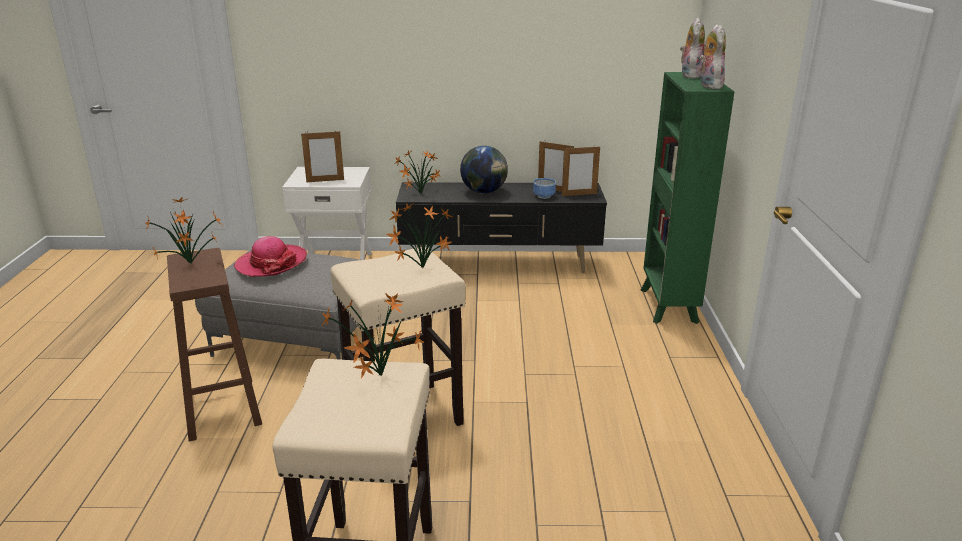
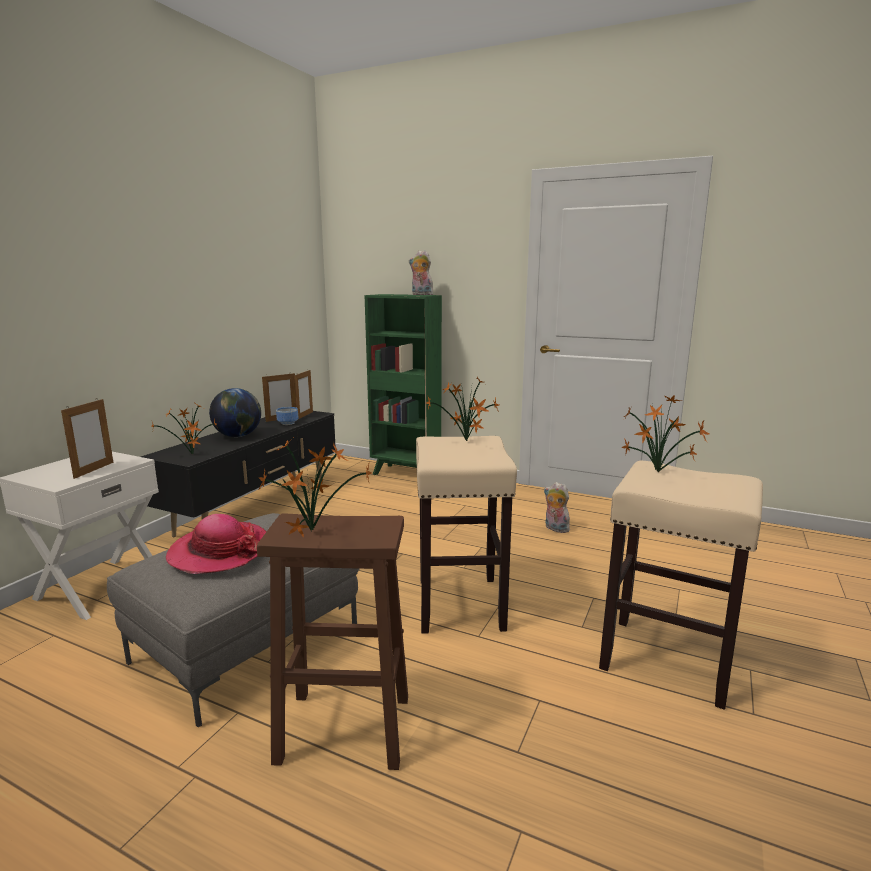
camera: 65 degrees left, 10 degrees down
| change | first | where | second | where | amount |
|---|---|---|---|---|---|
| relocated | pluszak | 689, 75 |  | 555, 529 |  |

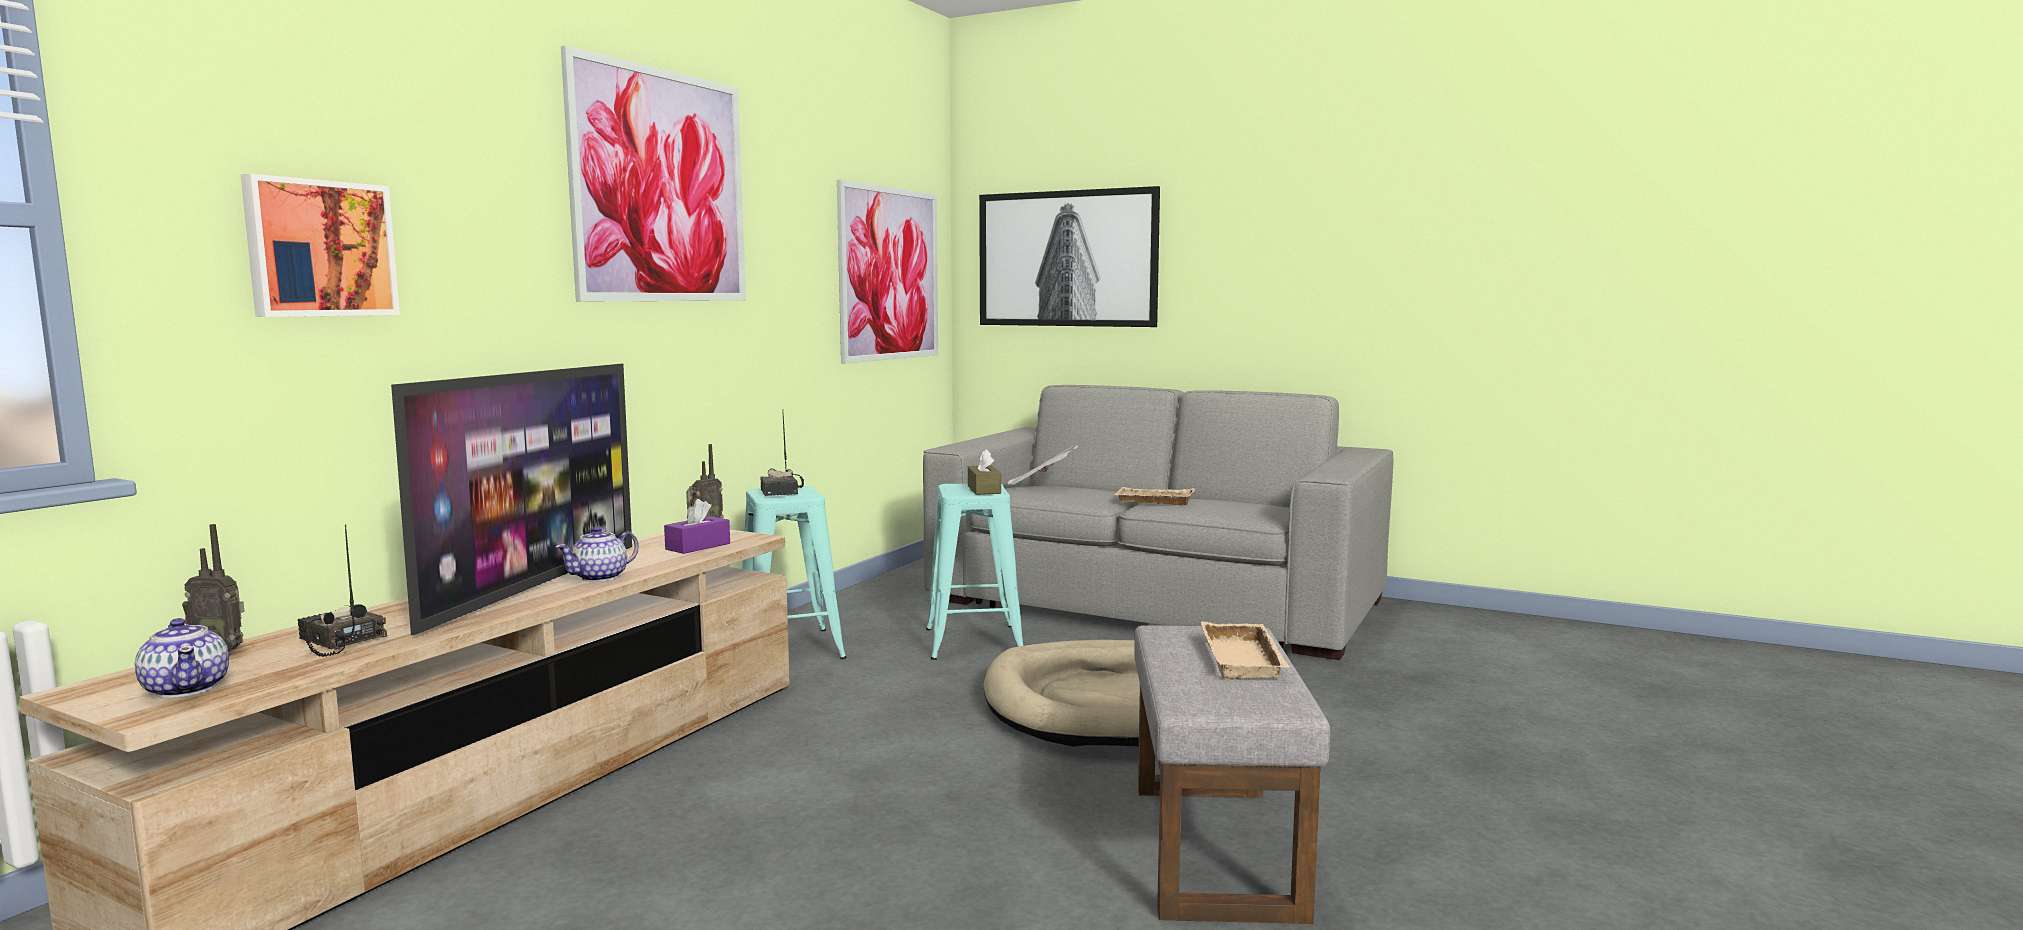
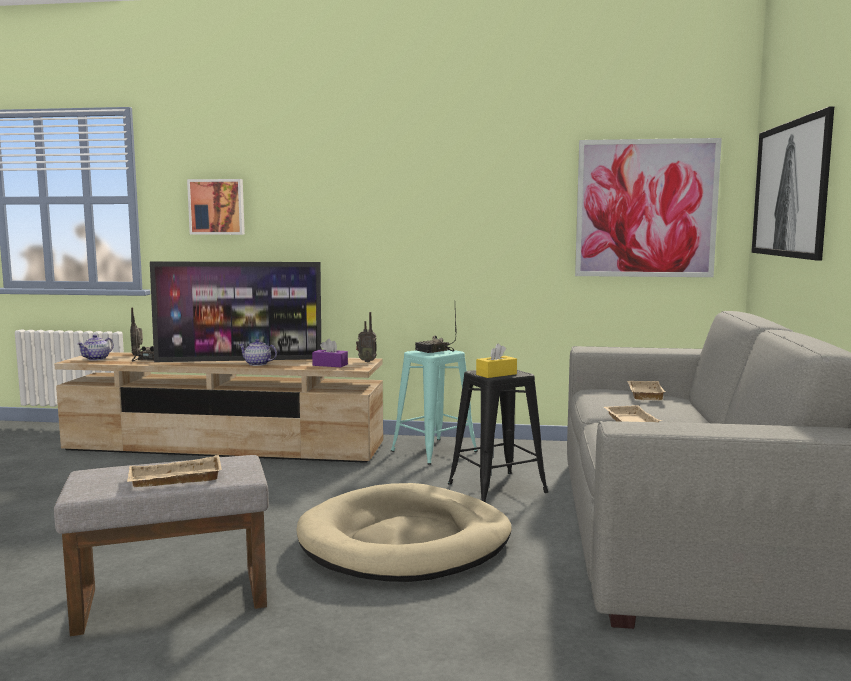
camera: 70 degrees right, 0 degrees up
| change | first | where | second | where | amount |
|---|---|---|---|---|---|
| missing | obraz | 660, 186 |  |  |  |
| exchanged | gazeta | 1040, 485 | taca (beżowy) | 643, 394 |  |
| colour | pudełko chusteczek (brązowy) | 984, 490 | pudełko chusteczek (żółty) | 496, 374 |  |
| colour | stołek (turkusowy) | 973, 642 | stołek (czarny) | 497, 488 |  |

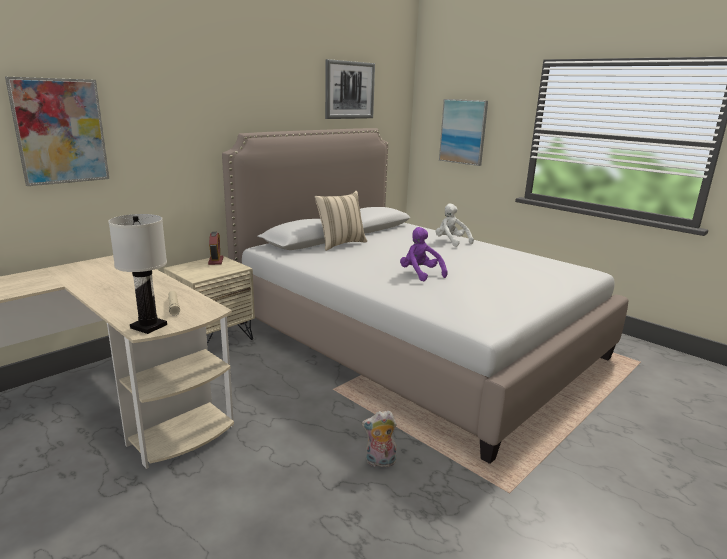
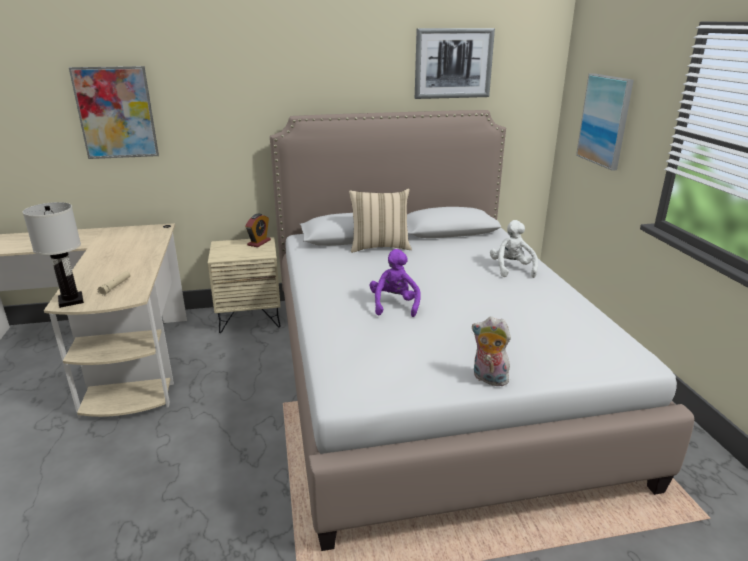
camera: 35 degrees right, 5 degrees up
| change | first | where | second | where | amount |
|---|---|---|---|---|---|
| relocated | pluszak | 379, 462 |  | 488, 379 |  |

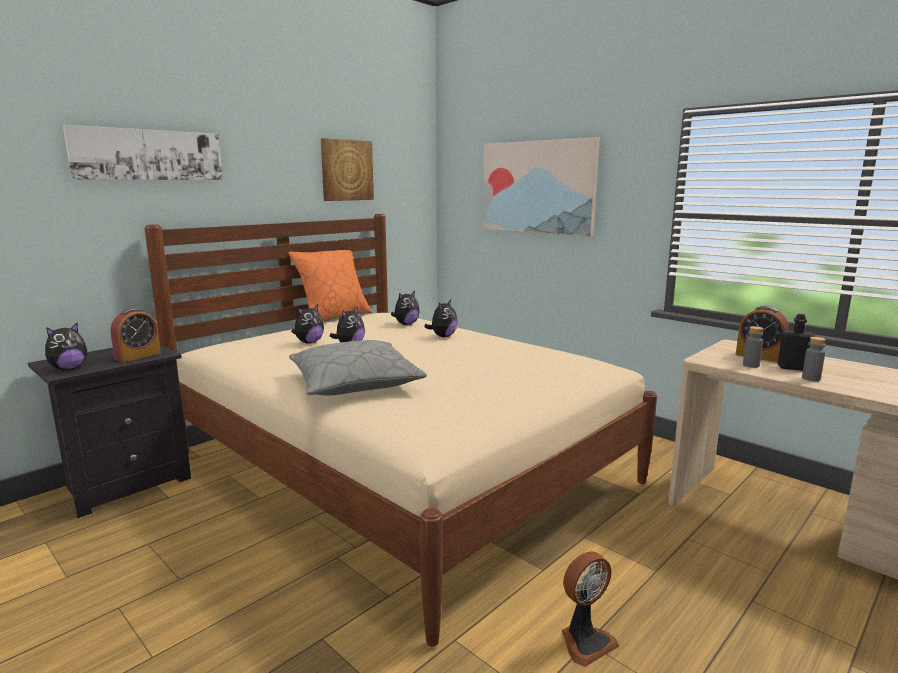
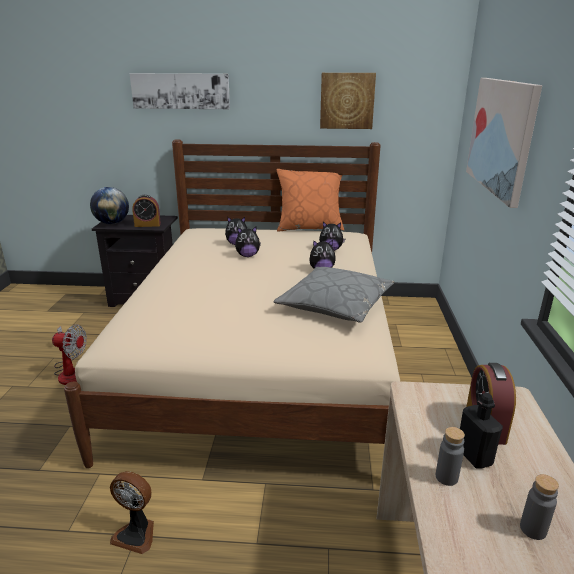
camera: 50 degrees right, 10 degrees up
| change | first | where | second | where | amount |
|---|---|---|---|---|---|
| exchanged | pluszak | 68, 368 | globus | 112, 223 |  |
| relocated | butelka (szary) | 751, 365 |  | 533, 529 |  |
| relocated | poduszka (szary) | 354, 382 |  | 335, 304 |  |
| appeared |  |  | wentylator | 71, 371 |  |

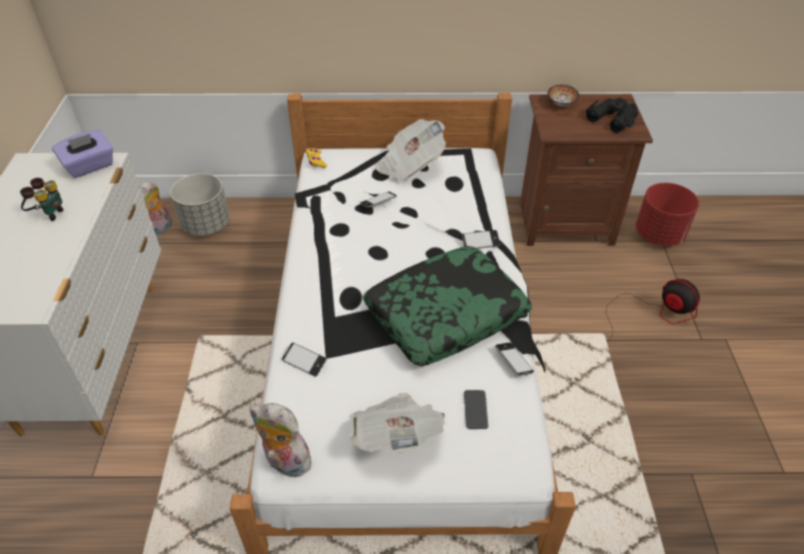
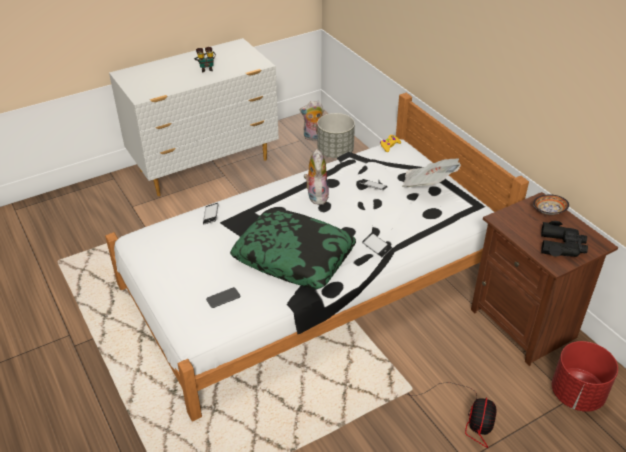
camera: 60 degrees right, 5 degrees down
| change | first | where | second | where | amount |
|---|---|---|---|---|---|
| missing | pudełko chusteczek (fioletowy) | 90, 166 |  |  |  |
| missing | telefon | 513, 361 |  |  |  |
| missing | gazeta | 396, 435 |  |  |  |
| relocated | pluszak | 285, 462 |  | 316, 196 |  |

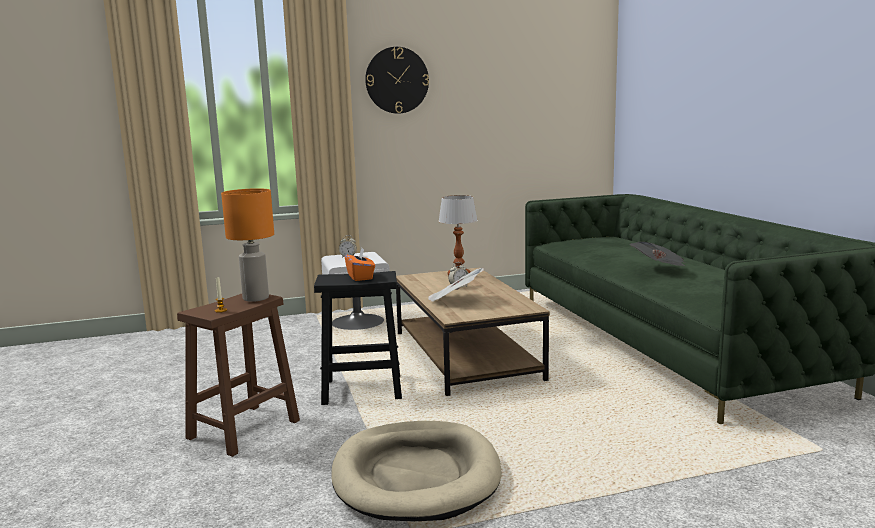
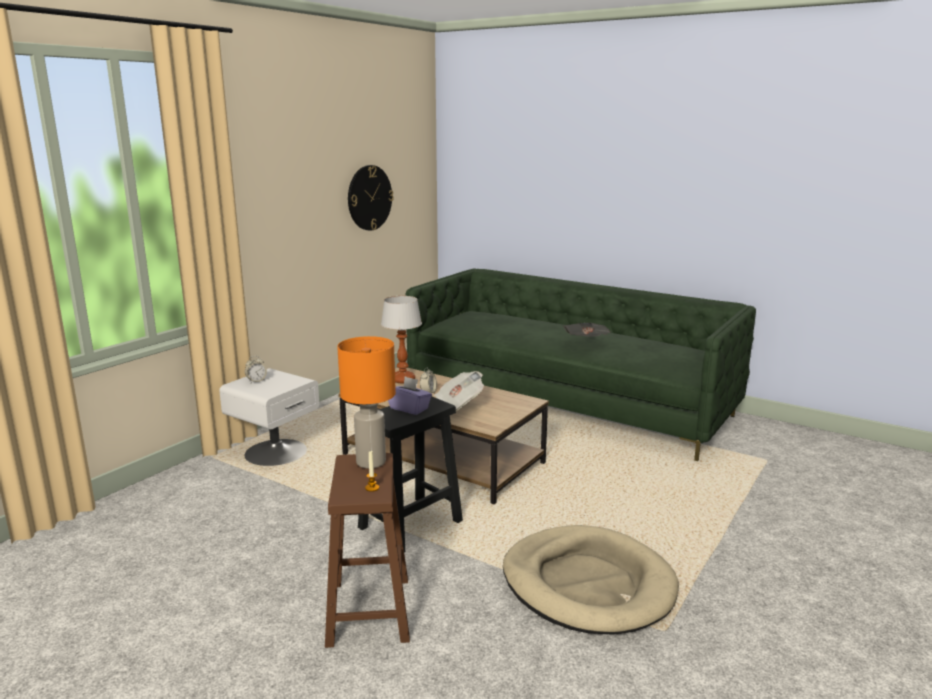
camera: 40 degrees left, 5 degrees up
| change | first | where | second | where | amount |
|---|---|---|---|---|---|
| relocated | zegar ścienny | 397, 80 |  | 369, 198 |  |
| colour | pudełko chusteczek (pomarańczowy) | 360, 277 | pudełko chusteczek (fioletowy) | 409, 408 |  |

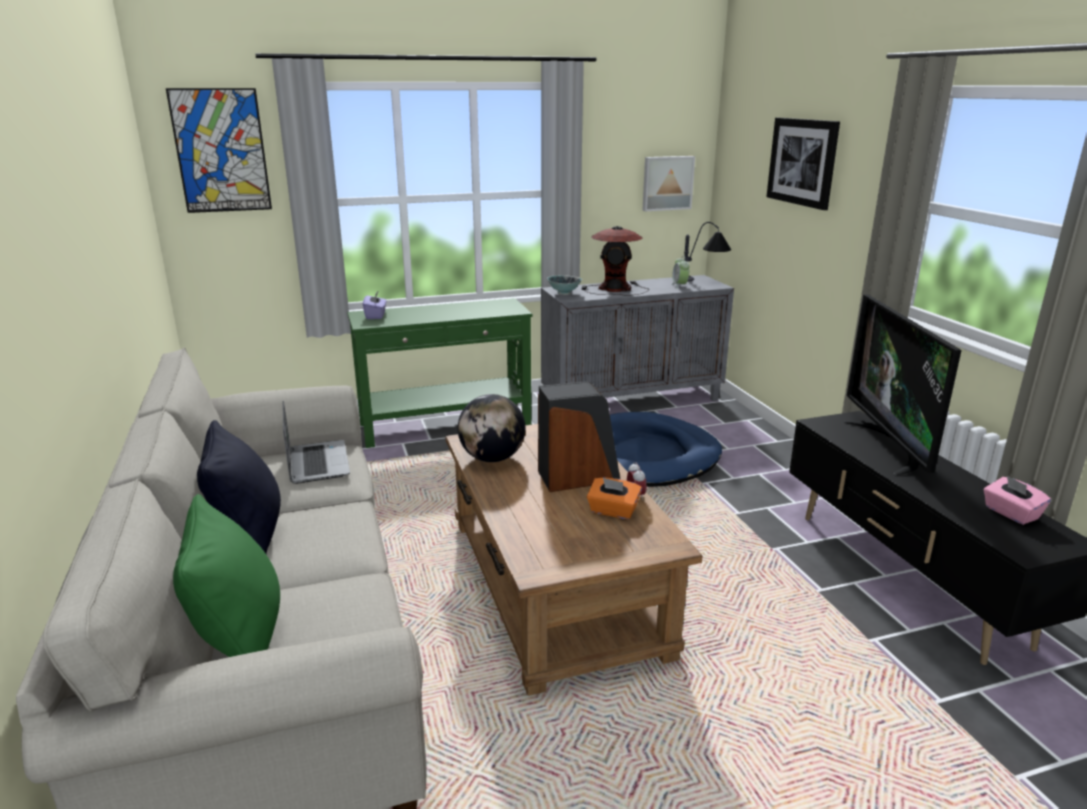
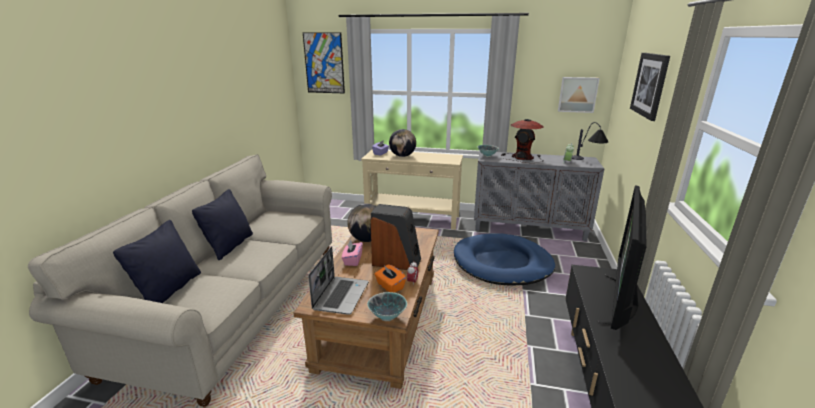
camera: 30 degrees right, 0 degrees up
| change | first | where | second | where | amount |
|---|---|---|---|---|---|
| colour | stolik konsolowy (zielony) | 446, 425 | stolik konsolowy (beżowy) | 413, 218 |  |
| relocated | laptop | 317, 463 |  | 341, 295 |  |
| relocated | pudełko chusteczek (różowy) | 1010, 513 |  | 352, 260 |  |
| colour | poduszka (zielony) | 240, 636 | poduszka (czarny) | 169, 290 |  |
| appeared |  |  | globus | 402, 156 |  |
| appeared |  |  | miska | 387, 317 |  |

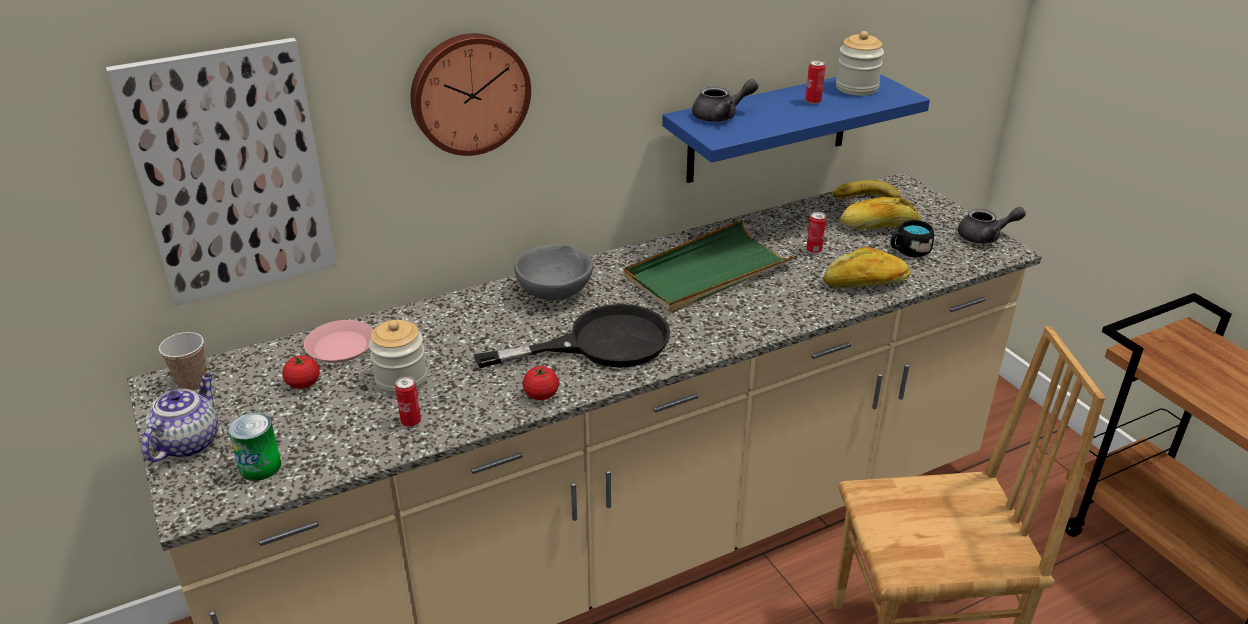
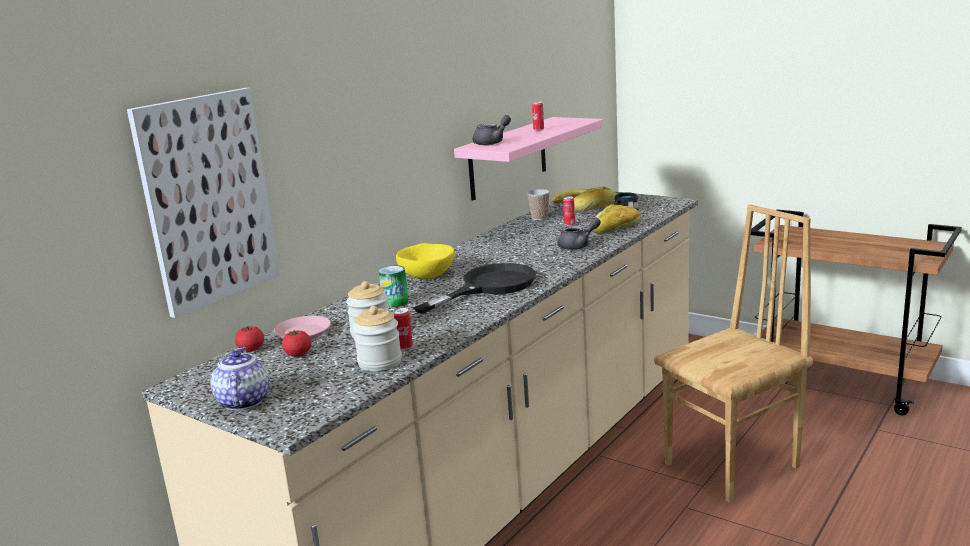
camera: 25 degrees left, 15 degrees down
| change | first | where | second | where | amount |
|---|---|---|---|---|---|
| relocated | słoik | 856, 88 |  | 380, 362 |  |
| missing | zegar ścienny | 469, 93 |  |  |  |
| colour | półka (niebieski) | 768, 127 | półka (różowy) | 508, 158 |  |
| relocated | imbryk (szary) | 985, 237 |  | 578, 246 |  |
| missing | taca (zielony) | 708, 272 |  |  |  |
| colour | miska (szary) | 555, 292 | miska (żółty) | 427, 276 |  |
| relocated | filiżanka | 192, 383 |  | 539, 218 |  |
| relocated | pomidor | 541, 395 |  | 251, 349 |  |
| relocated | puszka | 260, 466 |  | 395, 302 |  |

